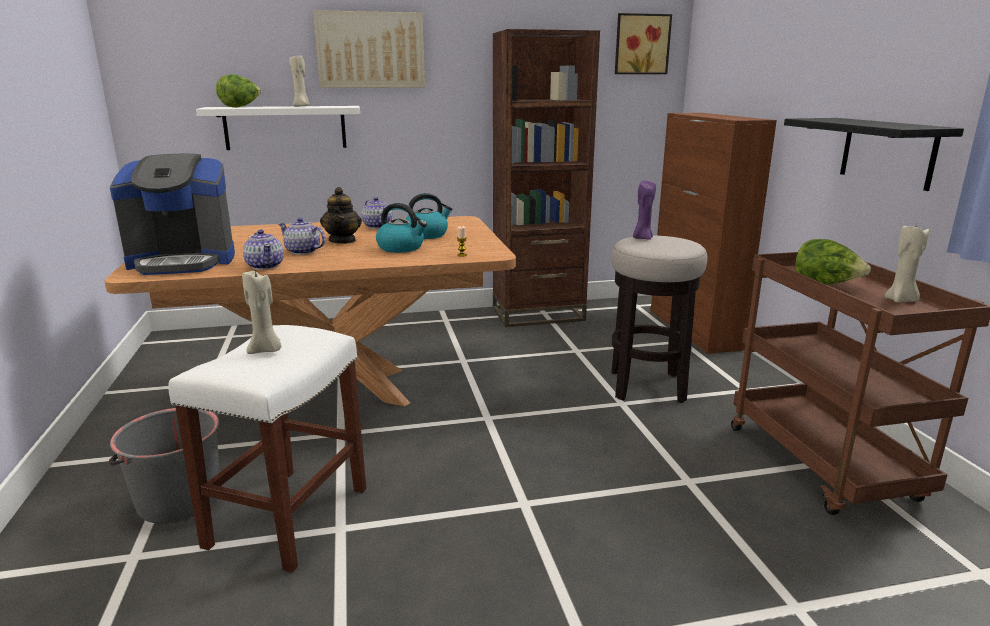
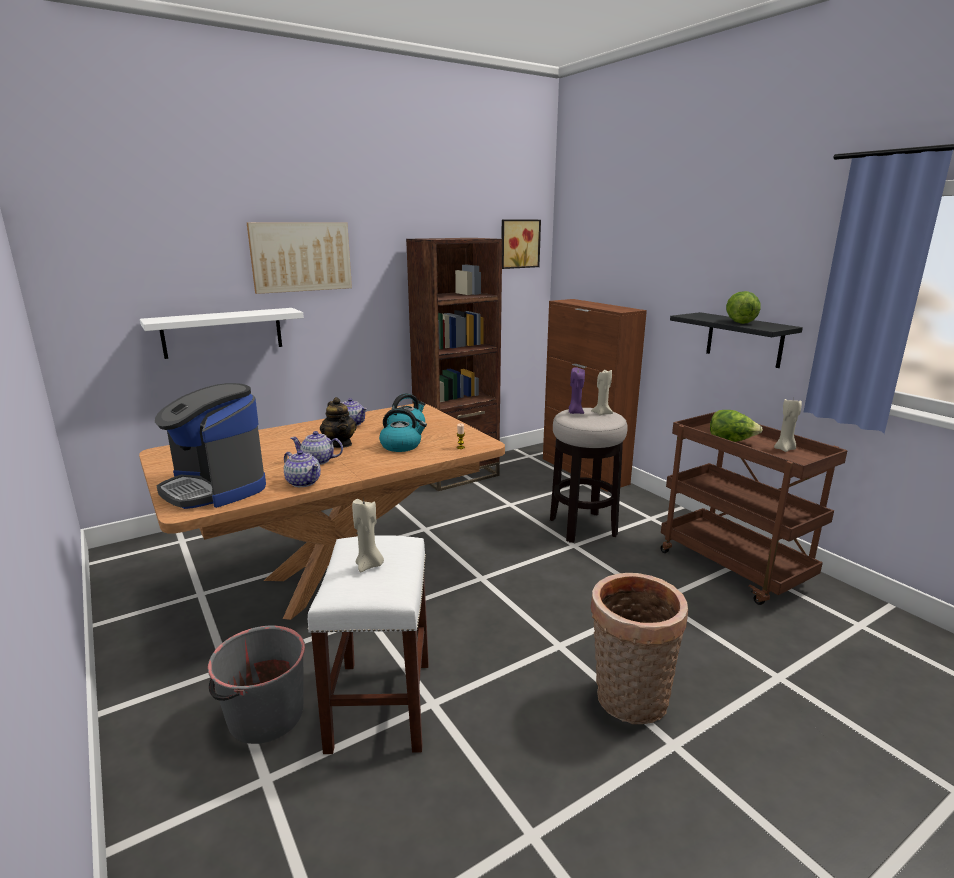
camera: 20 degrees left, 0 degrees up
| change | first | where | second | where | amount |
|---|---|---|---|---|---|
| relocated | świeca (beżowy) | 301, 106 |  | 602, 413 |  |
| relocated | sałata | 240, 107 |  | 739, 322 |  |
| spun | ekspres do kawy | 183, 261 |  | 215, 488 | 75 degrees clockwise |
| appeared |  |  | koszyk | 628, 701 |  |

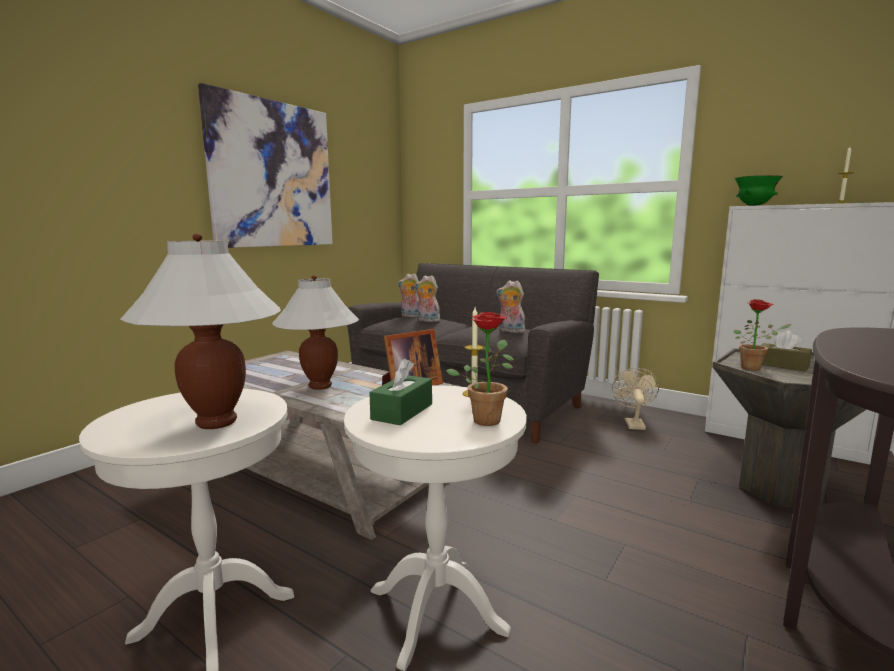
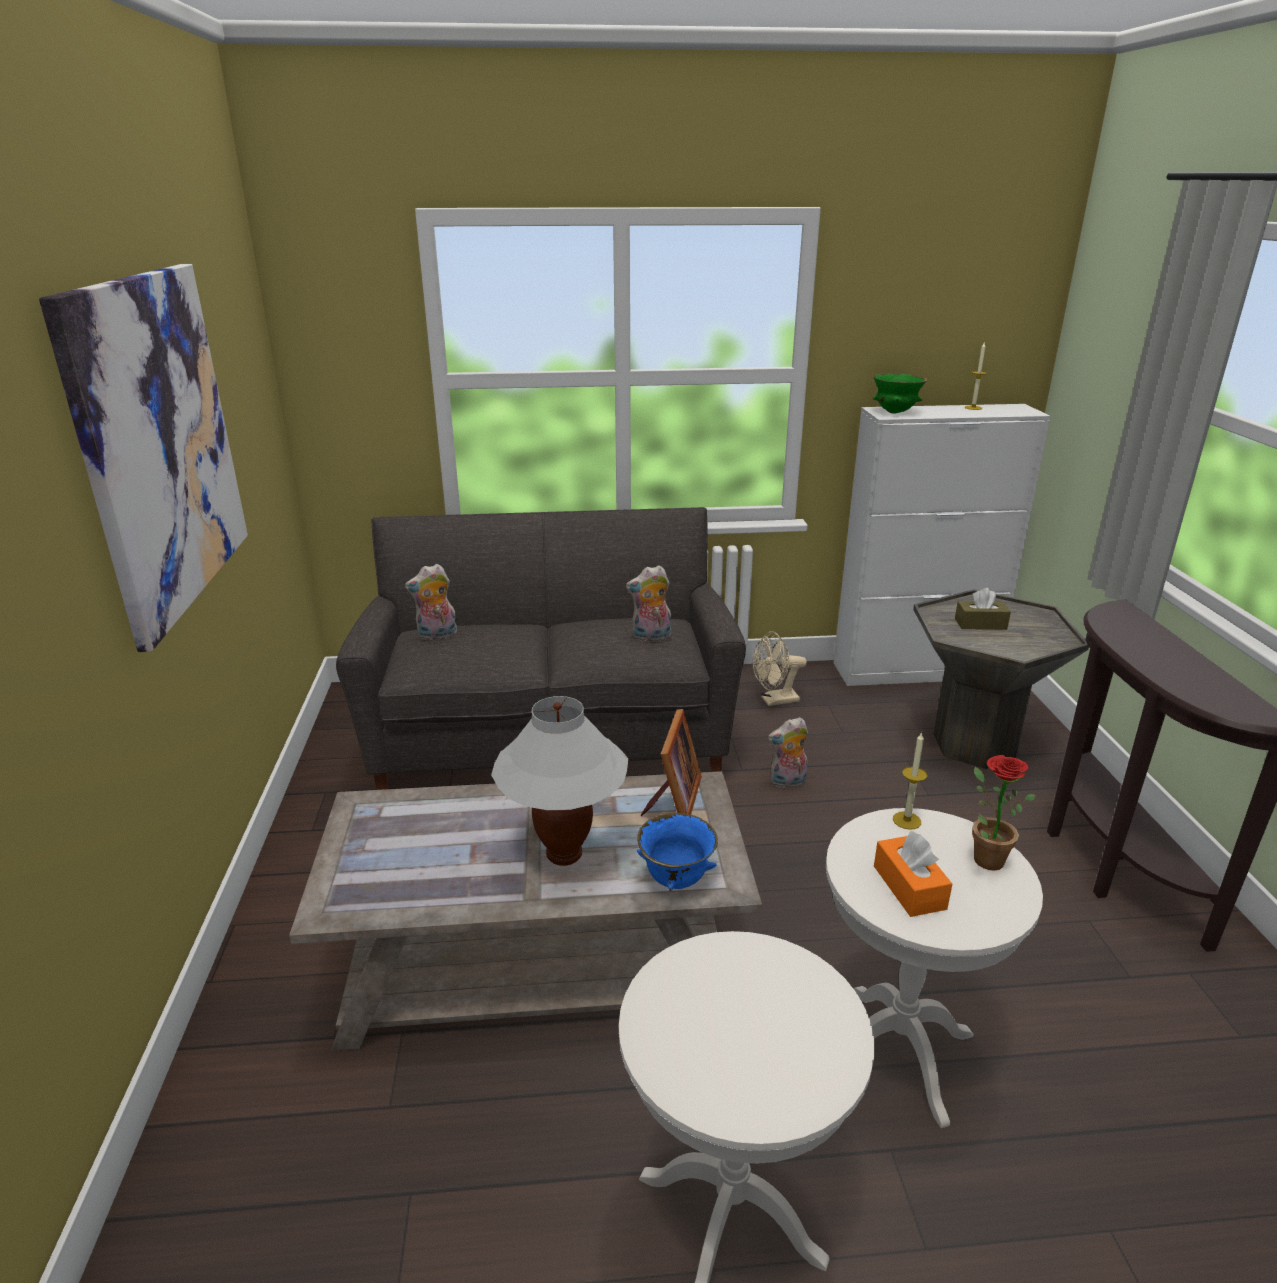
camera: 40 degrees left, 15 degrees up
| change | first | where | second | where | amount |
|---|---|---|---|---|---|
| missing | lampa stołowa (biały) | 216, 422 |  |  |  |
| relocated | pluszak | 427, 320 |  | 787, 782 |  |
| missing | roślina doniczkowa | 754, 368 |  |  |  |
| colour | pudełko chusteczek (zielony) | 402, 411 | pudełko chusteczek (pomarańczowy) | 909, 887 |  |
| spun | wentylator (beżowy) | 633, 423 |  | 774, 700 | 75 degrees counterclockwise |
| appeared |  |  | miska (niebieski) | 675, 880 |  |

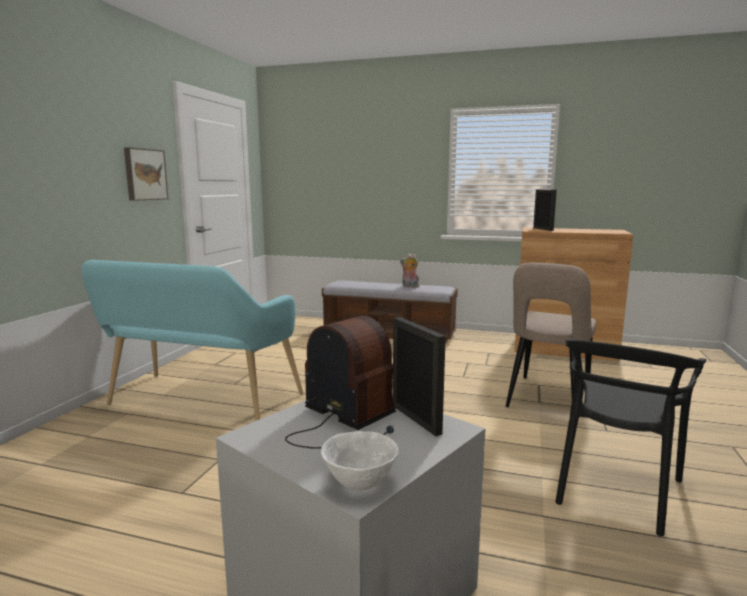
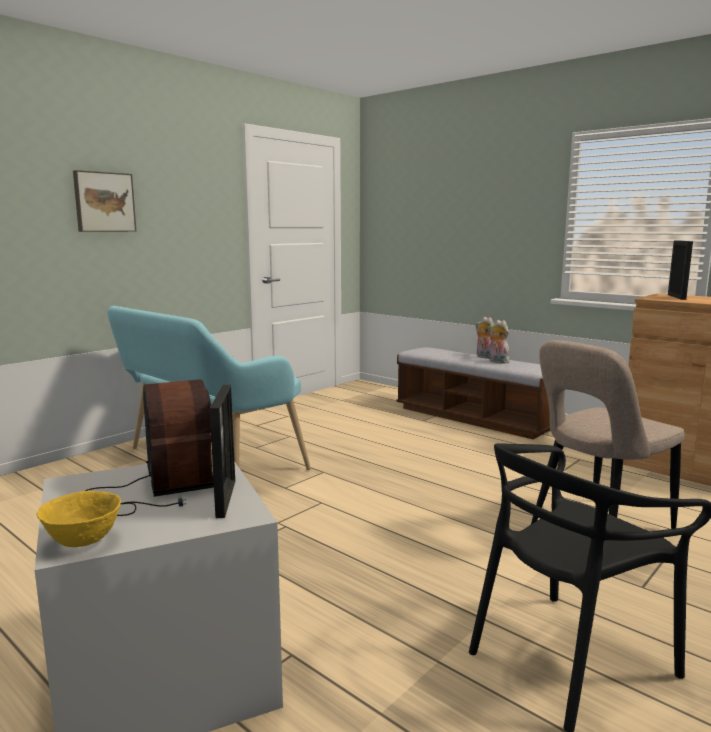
camera: 25 degrees right, 0 degrees up
| change | first | where | second | where | amount |
|---|---|---|---|---|---|
| relocated | obraz | 144, 174 |  | 104, 202 |  |
| colour | miska (biały) | 359, 482 | miska (żółty) | 83, 541 |  |
| appeared |  |  | pluszak | 484, 357 |  |

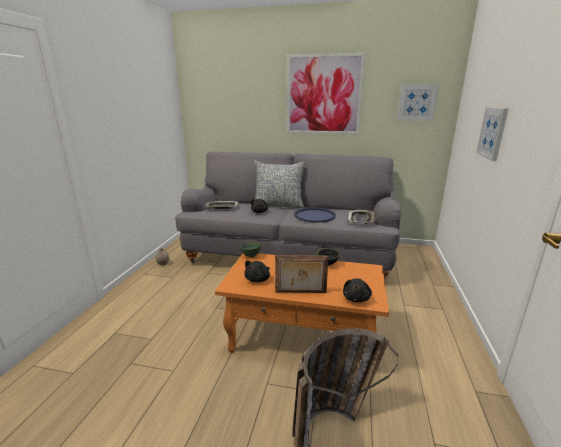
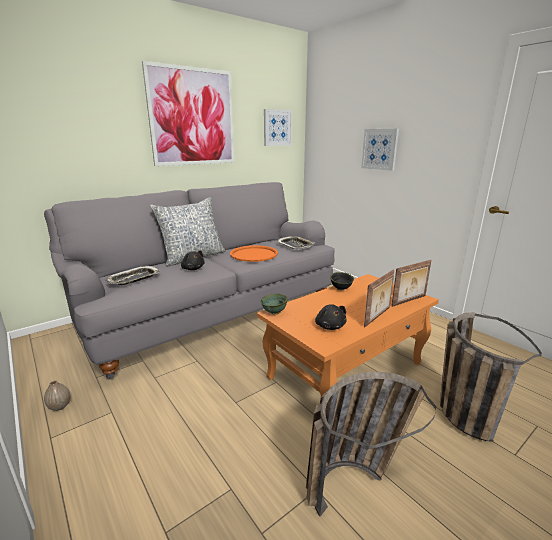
camera: 50 degrees left, 0 degrees up
| change | first | where | second | where | amount |
|---|---|---|---|---|---|
| colour | taca (niebieski) | 314, 215 | taca (pomarańczowy) | 254, 254 |  |
| exchanged | pluszak (czarny) | 356, 298 | ramka na zdjęcie | 409, 301 |  |
| appeared |  |  | koszyk | 356, 479 |  |

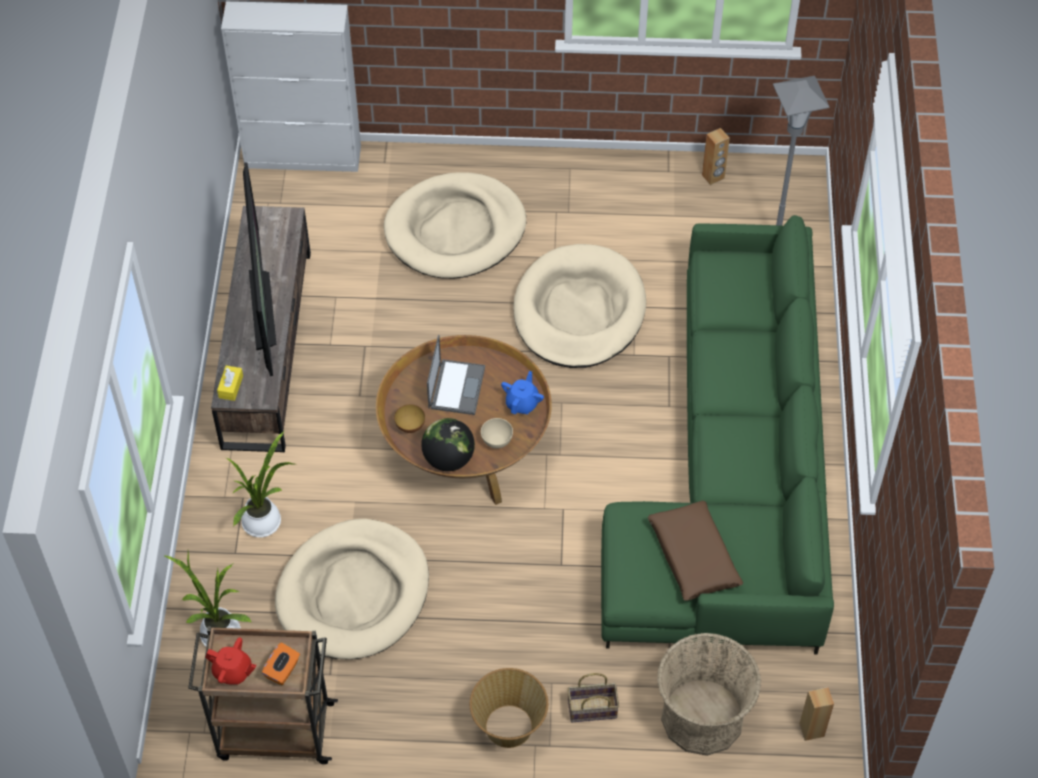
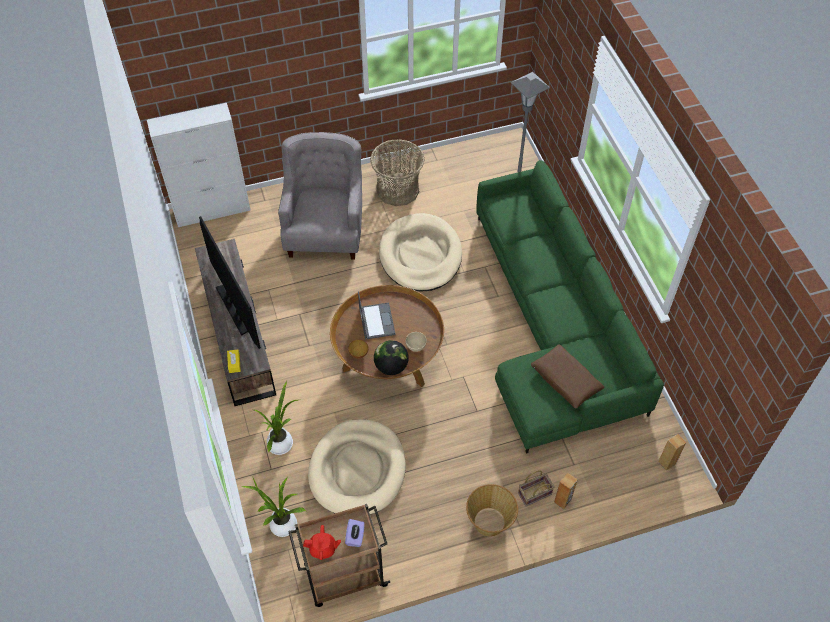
camera: 20 degrees left, 0 degrees up
| change | first | where | second | where | amount |
|---|---|---|---|---|---|
| relocated | głośnik (brązowy) | 713, 177 |  | 562, 501 |  |
| exchanged | legowisko (beżowy) | 455, 230 | fotel (szary) | 325, 228 |  |
| missing | imbryk (niebieski) | 522, 403 |  |  |  |
| relocated | koszyk | 702, 717 |  | 398, 189 |  |
| colour | pudełko chusteczek (pomarańczowy) | 282, 670 | pudełko chusteczek (fioletowy) | 355, 537 |  |

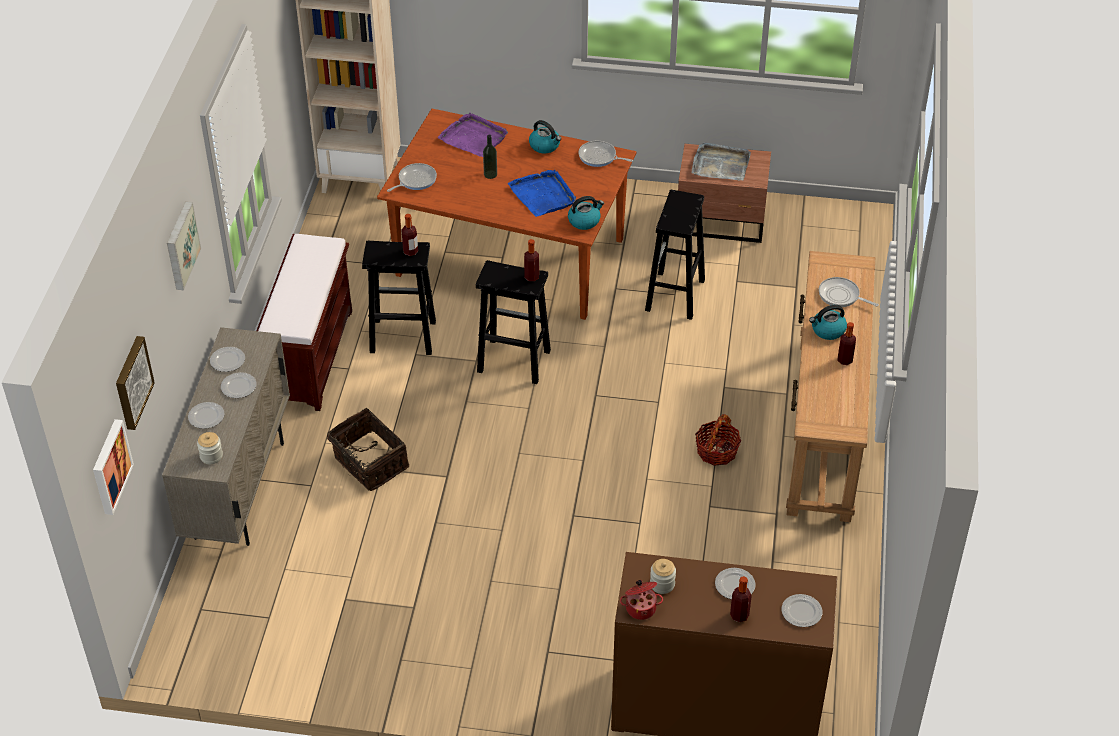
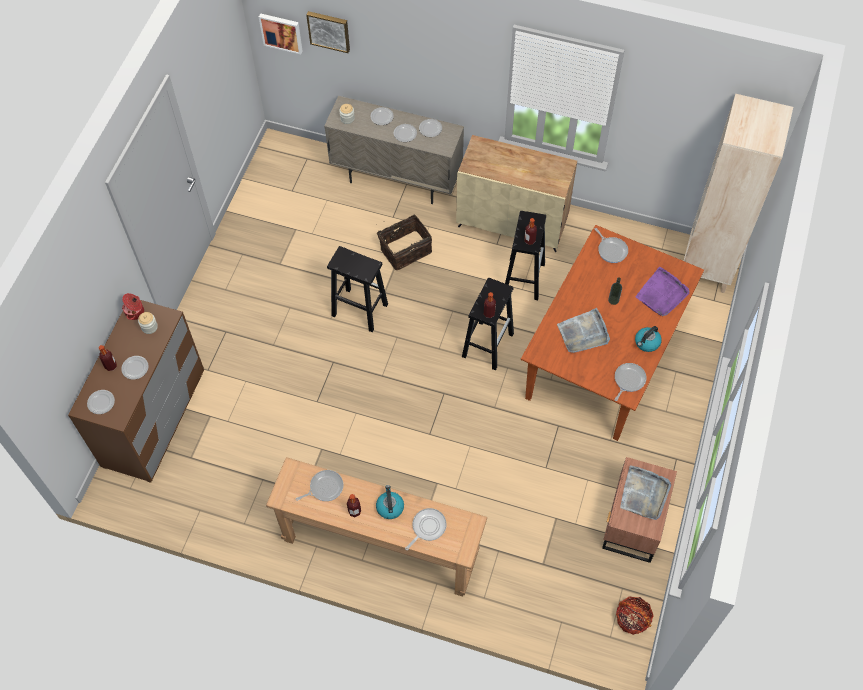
camera: 100 degrees right, 15 degrees up
| change | first | where | second | where | amount |
|---|---|---|---|---|---|
| colour | taca (niebieski) | 543, 195 | taca (szary) | 583, 333 |  |
| relocated | stołek (czarny) | 675, 296 |  | 358, 309 |  |
| missing | czajnik | 584, 221 |  |  |  |
| missing | obraz | 180, 245 |  |  |  |
| exchanged | ławka (brązowy) | 310, 355 | szafka (beżowy) | 513, 223 |  |
| relocated | koszyk | 717, 451 |  | 632, 619 |  |
| appeared |  |  | patelnia | 324, 487 |  |

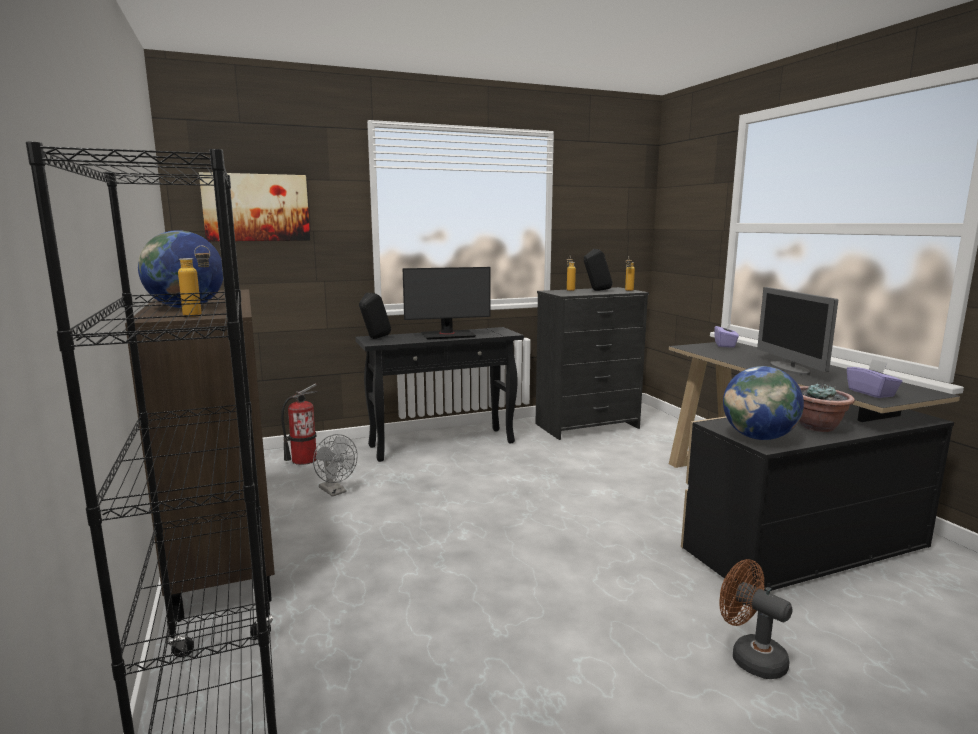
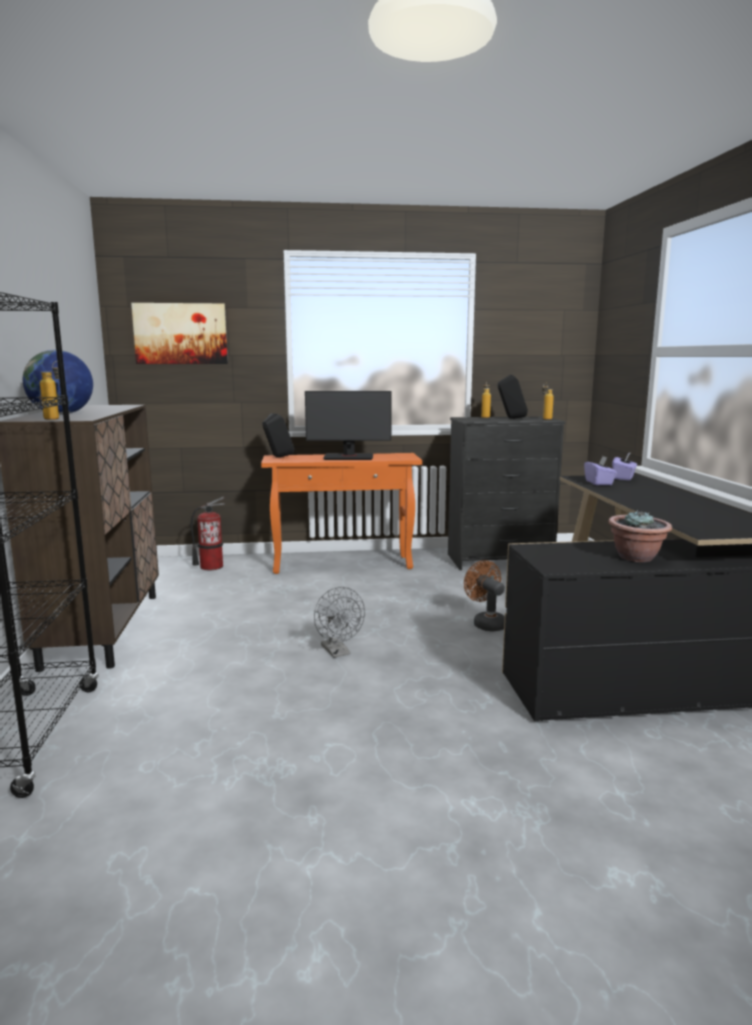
camera: 15 degrees right, 0 degrees up
| change | first | where | second | where | amount |
|---|---|---|---|---|---|
| missing | monitor | 789, 369 |  |  |  |
| colour | stolik konsolowy (czarny) | 443, 444 | stolik konsolowy (pomarańczowy) | 343, 564 |  |
| relocated | pudełko chusteczek (fioletowy) | 871, 393 |  | 599, 483 |  |
| missing | globus | 758, 437 |  |  |  |
| relocated | wentylator (szary) | 335, 492 |  | 338, 652 |  |
| relocated | wentylator (brązowy) | 750, 657 |  | 486, 623 |  |

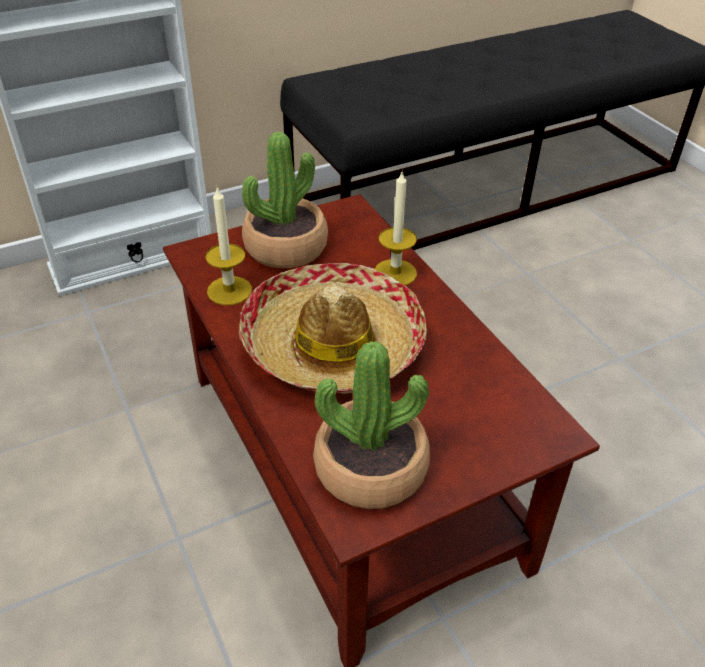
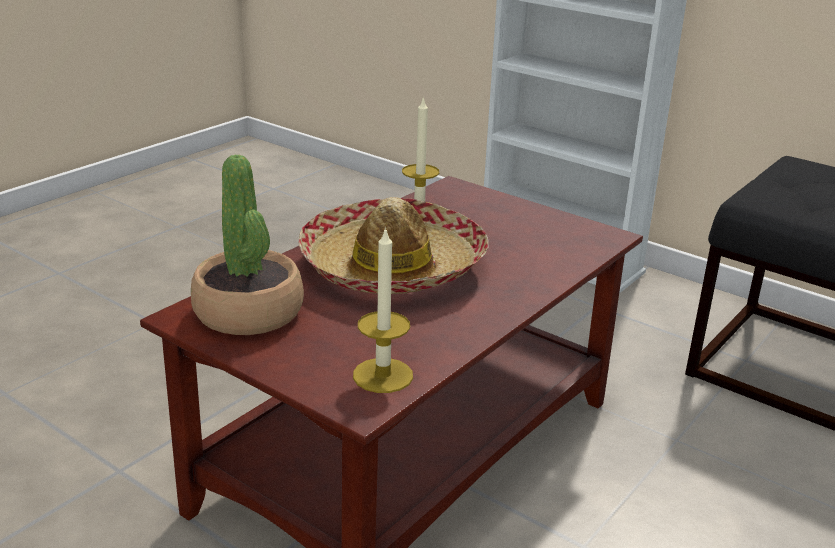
camera: 65 degrees right, 15 degrees down
| change | first | where | second | where | amount |
|---|---|---|---|---|---|
| missing | roślina doniczkowa | 285, 247 |  |  |  |
| relocated | świeca | 395, 273 |  | 383, 375 |  |

